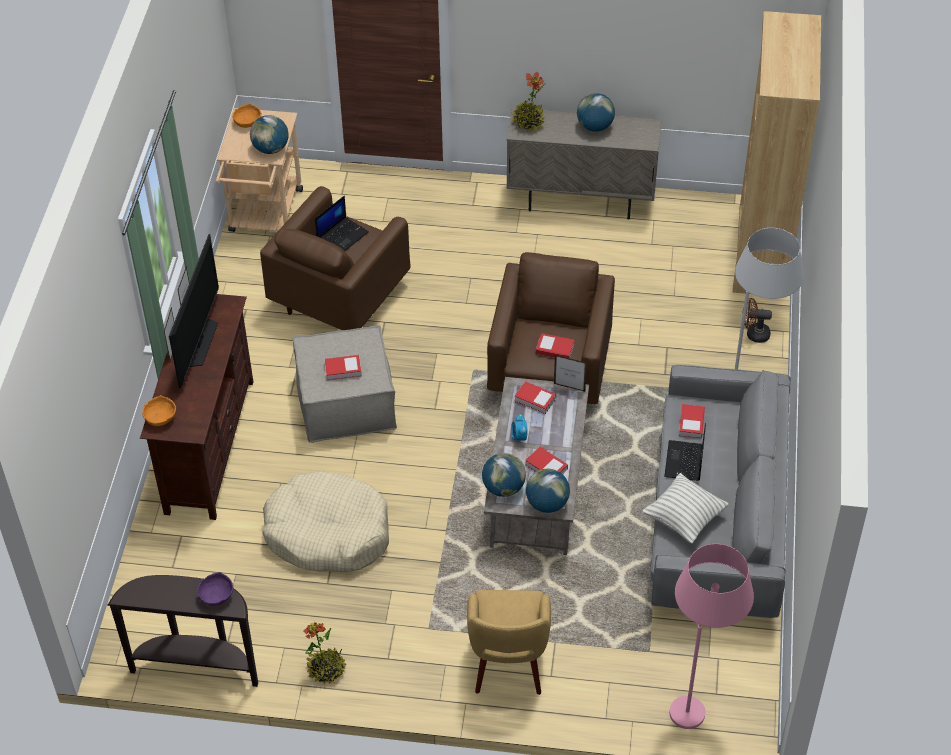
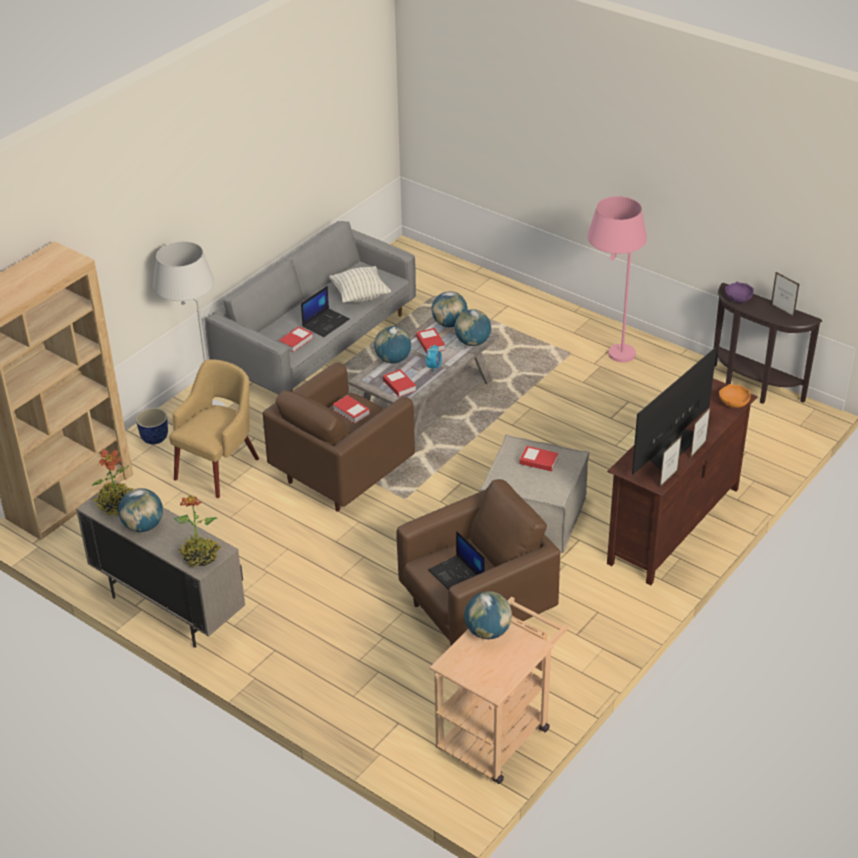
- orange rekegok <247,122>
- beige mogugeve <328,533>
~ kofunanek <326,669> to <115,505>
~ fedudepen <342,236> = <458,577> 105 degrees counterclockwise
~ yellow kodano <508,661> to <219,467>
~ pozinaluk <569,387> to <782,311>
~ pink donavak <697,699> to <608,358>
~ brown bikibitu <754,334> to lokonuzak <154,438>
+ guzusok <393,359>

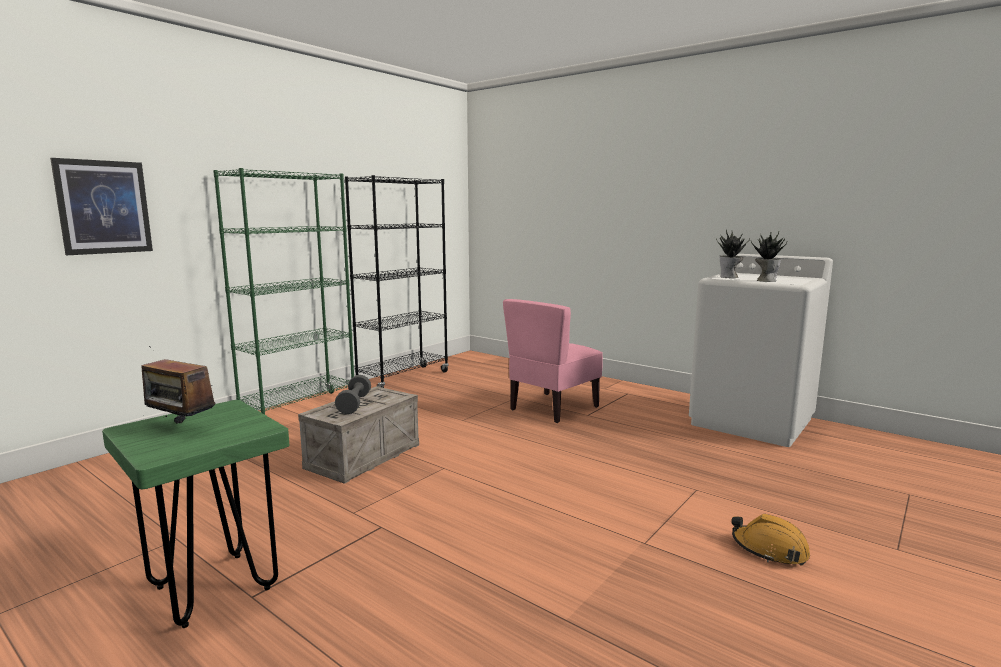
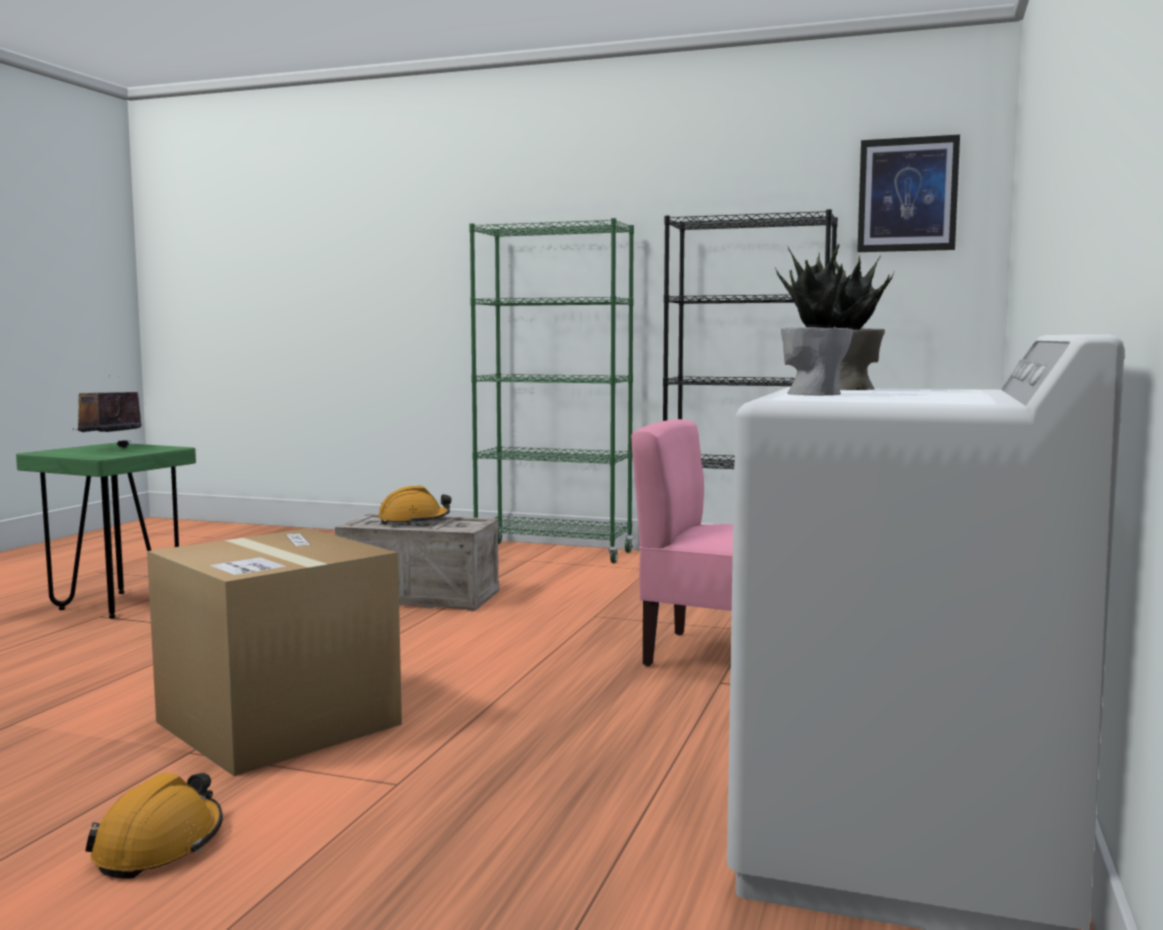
~ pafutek <104,207> to <907,195>
~ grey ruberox <354,404> to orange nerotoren <414,521>
+ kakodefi <278,723>

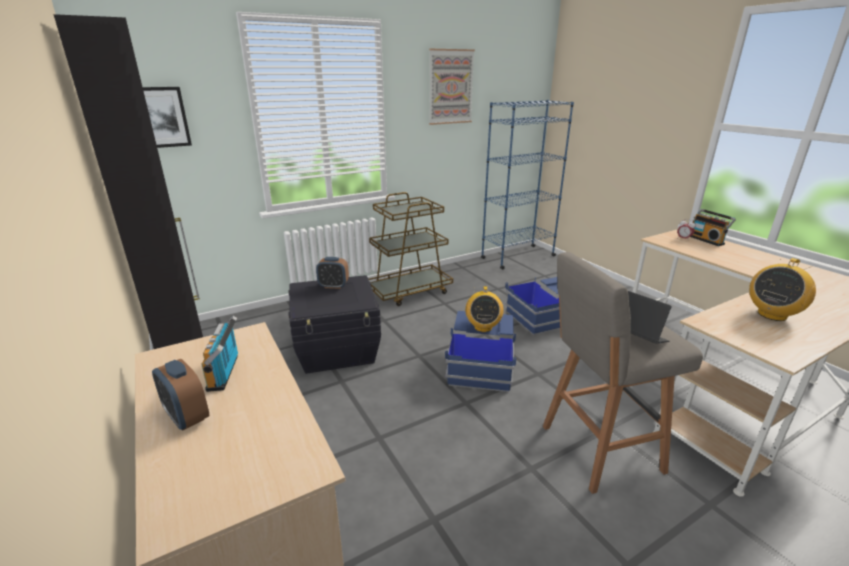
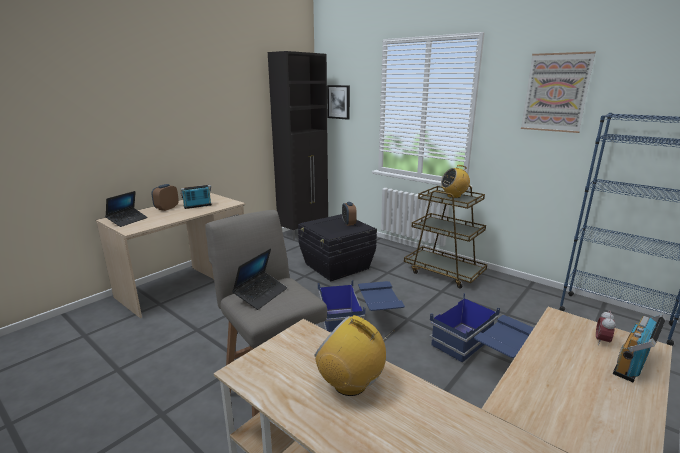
~ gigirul <483,327> to <454,196>
+ fedudepen <128,220>

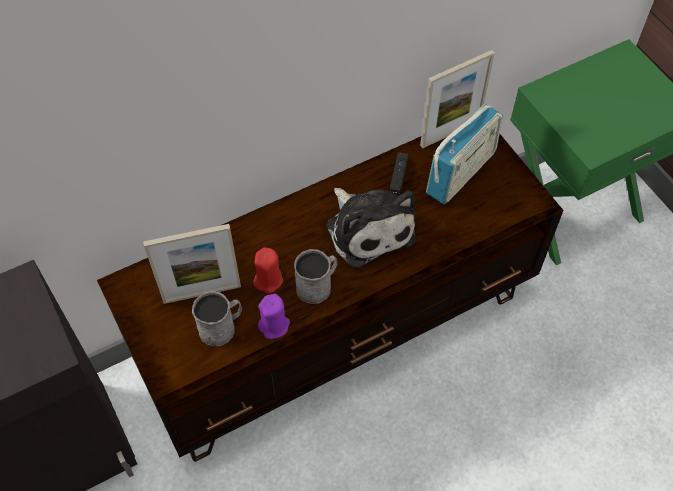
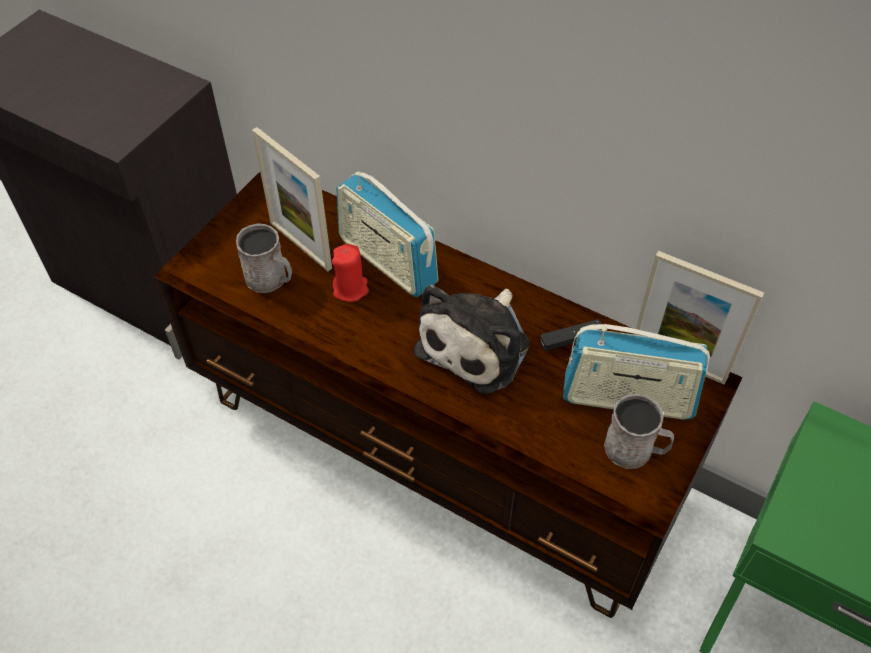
- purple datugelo <274,325>
~ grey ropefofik <317,285> to <635,450>
+ gigirul <387,261>

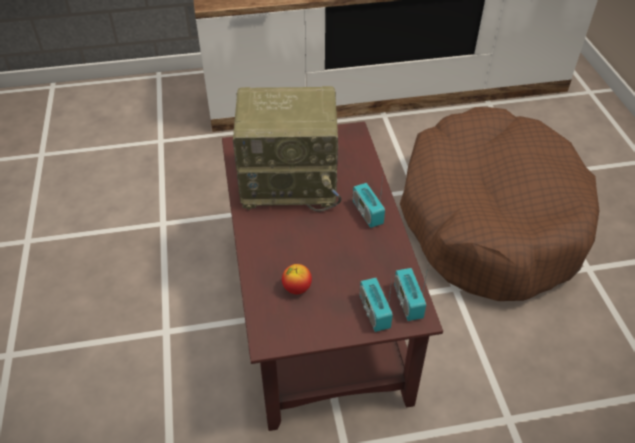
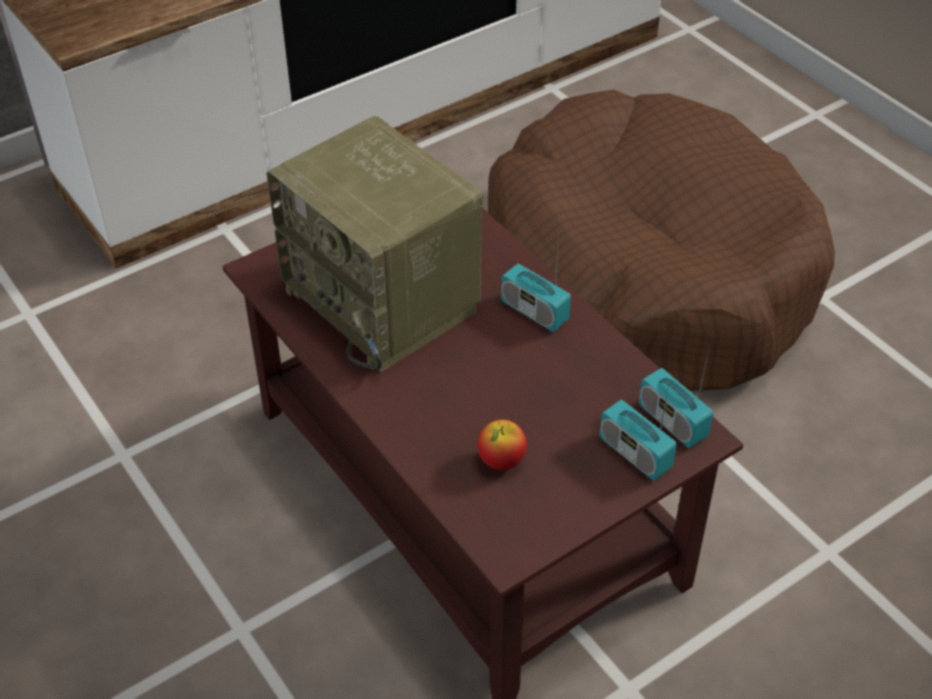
~ gigirul <291,181> = <385,300> 75 degrees clockwise

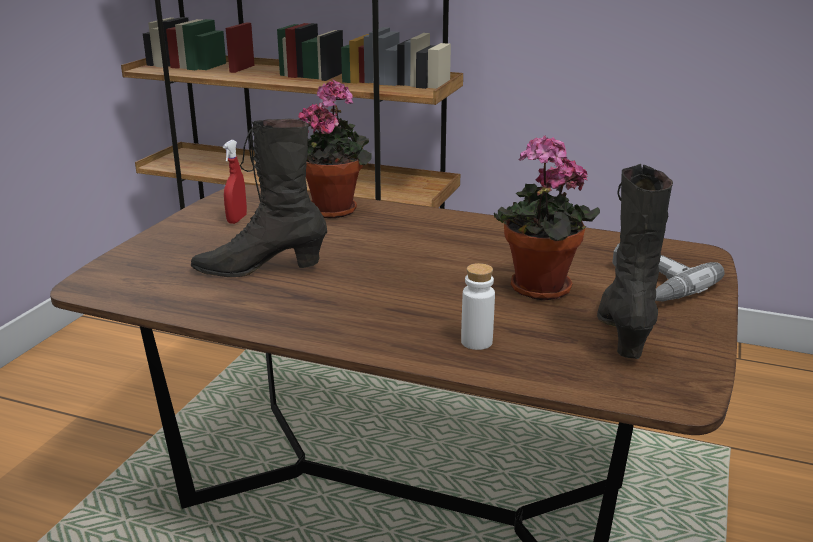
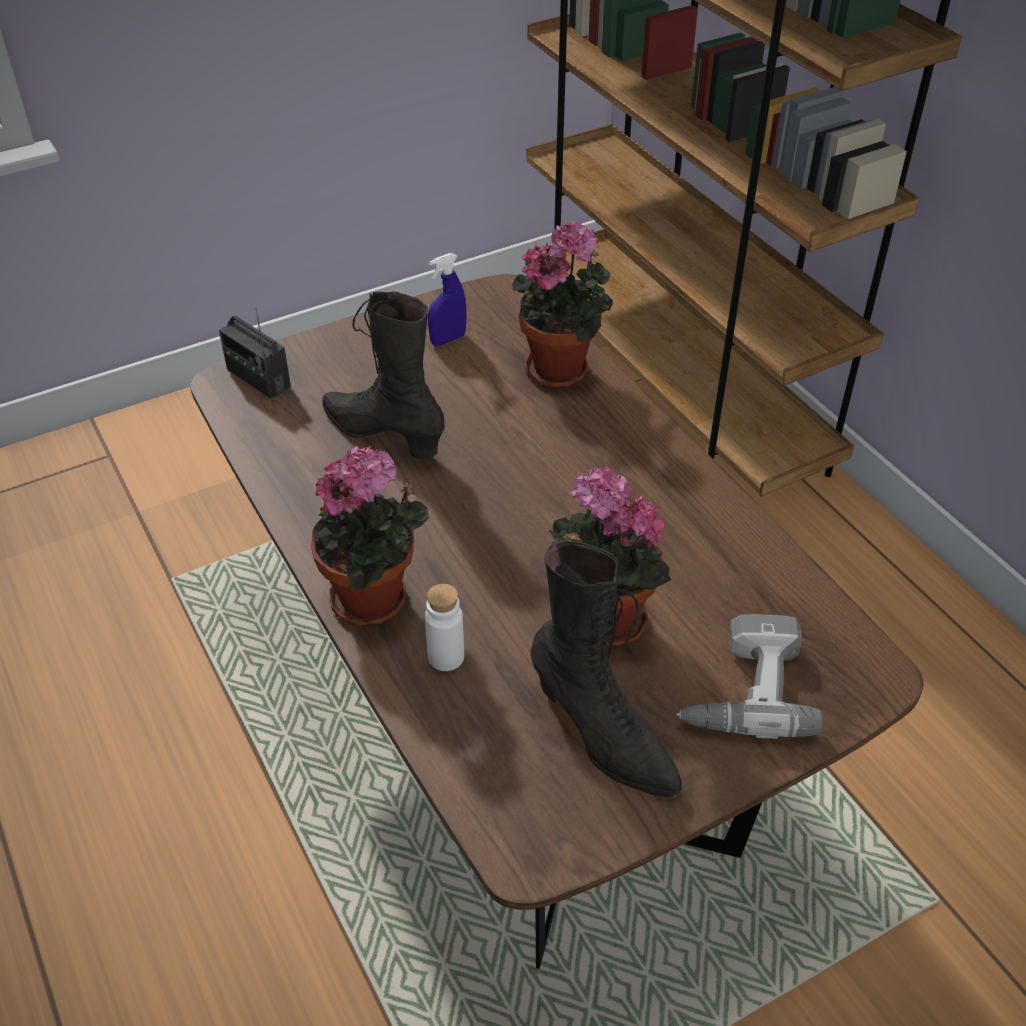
~ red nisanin <237,219> to blue nisanin <448,340>
~ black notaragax <624,332> = <602,736> 90 degrees clockwise
+ gigirul <258,378>
+ kofunanek <376,600>

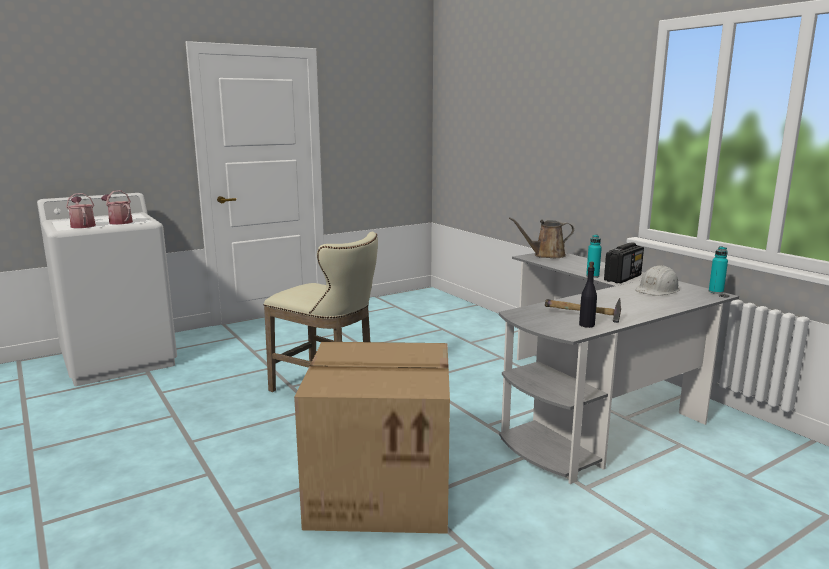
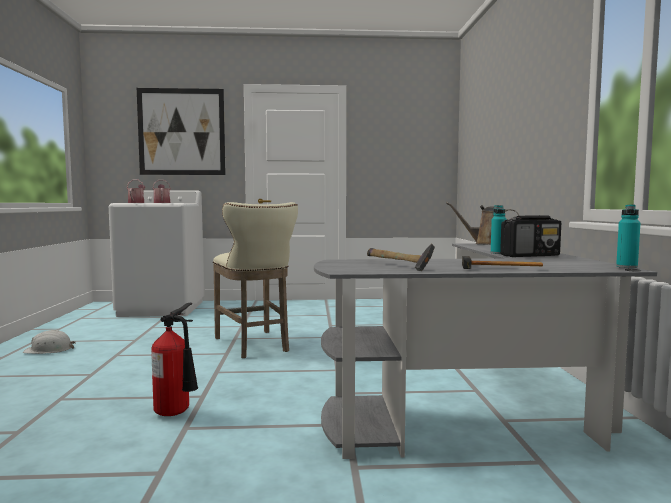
~ kakodefi <383,488> to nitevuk <177,413>
- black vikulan <586,325>
~ white nerotoren <657,290> to <49,350>
+ pafutek <181,132>
+ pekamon <501,268>

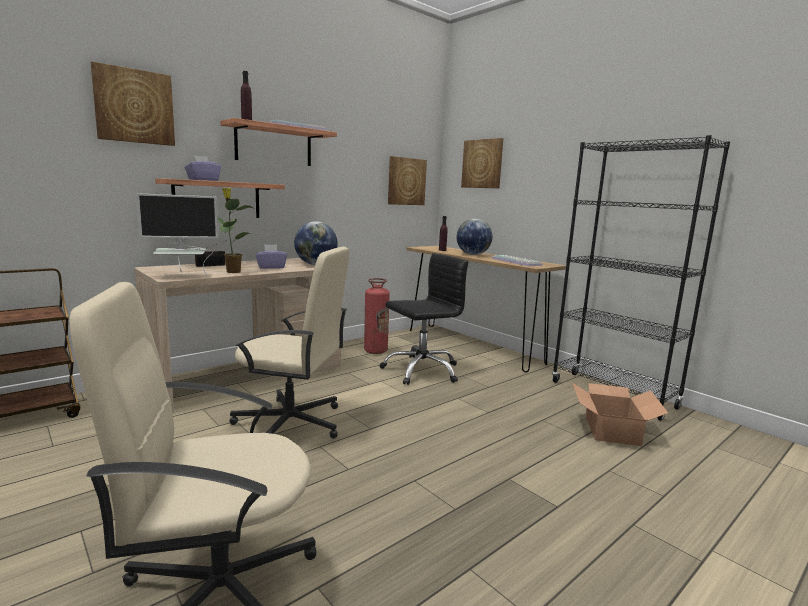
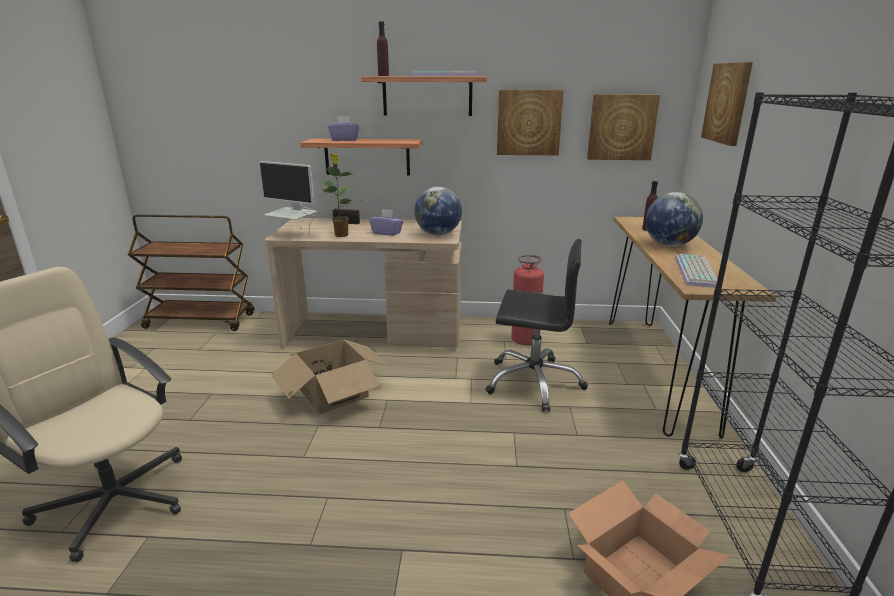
~ pafutek <134,106> to <529,122>
~ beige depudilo <291,423> to kakodefi <333,393>

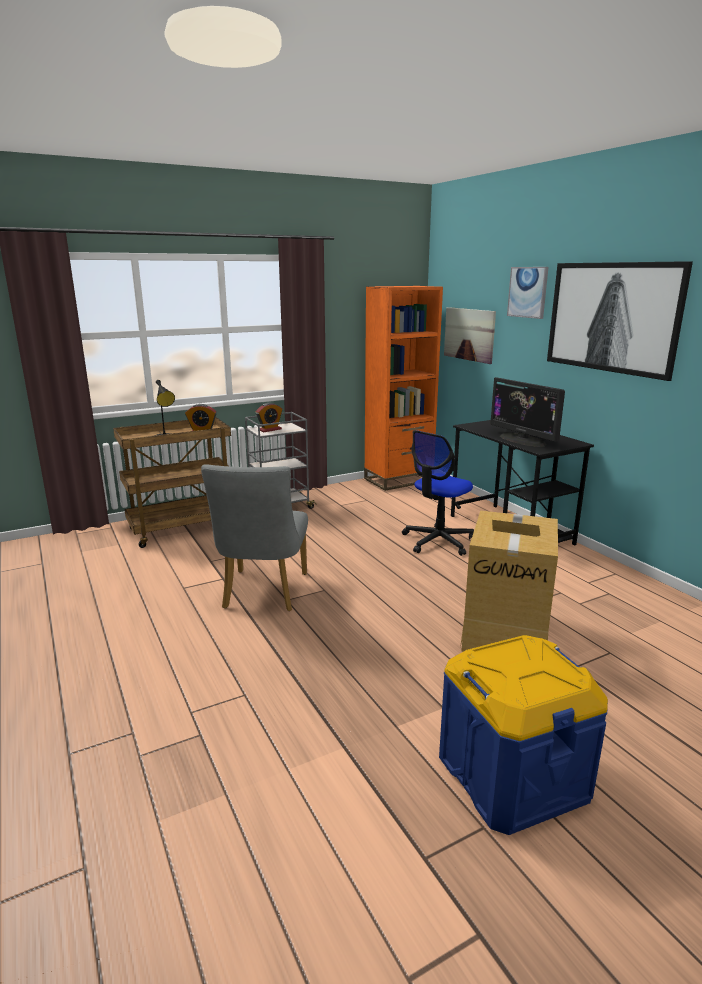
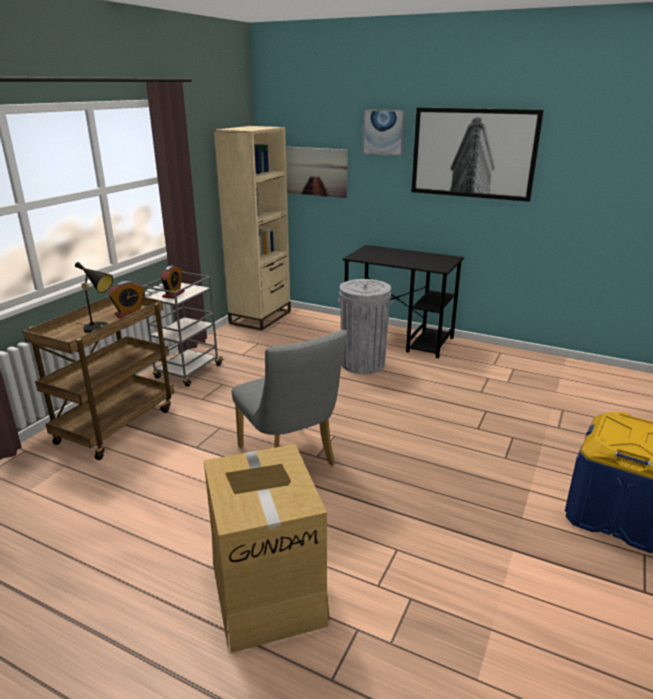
~ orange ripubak <398,480> to beige ripubak <260,317>
~ depudilo <438,541> to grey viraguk <362,364>
~ kakodefi <506,631> to <268,591>
- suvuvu <522,440>

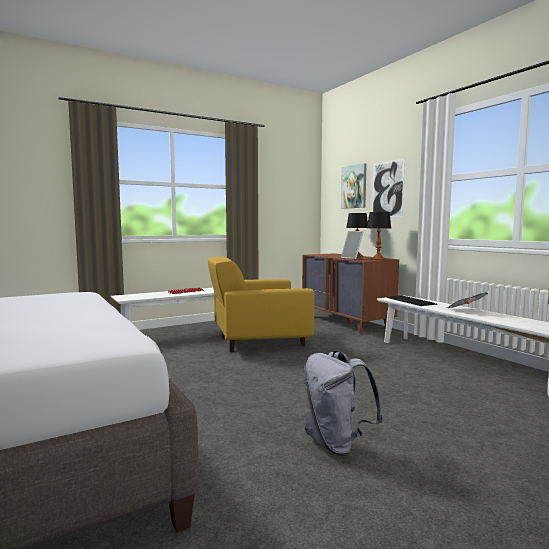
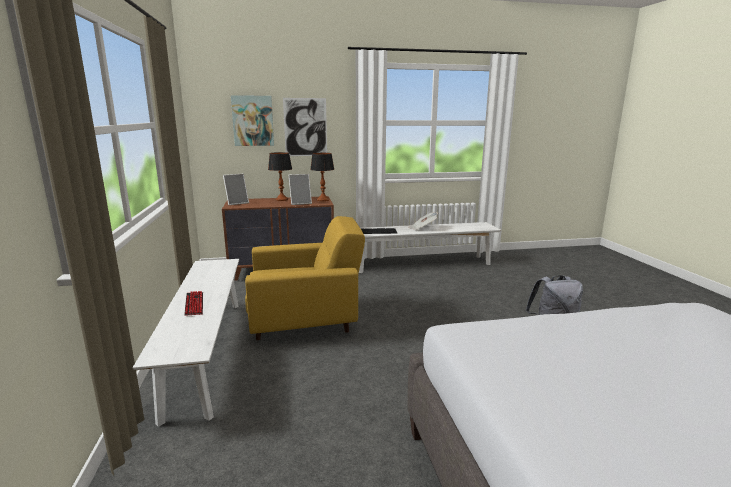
~ yellow kodano <258,341> = <306,321> 105 degrees counterclockwise
+ pozinaluk <237,203>

